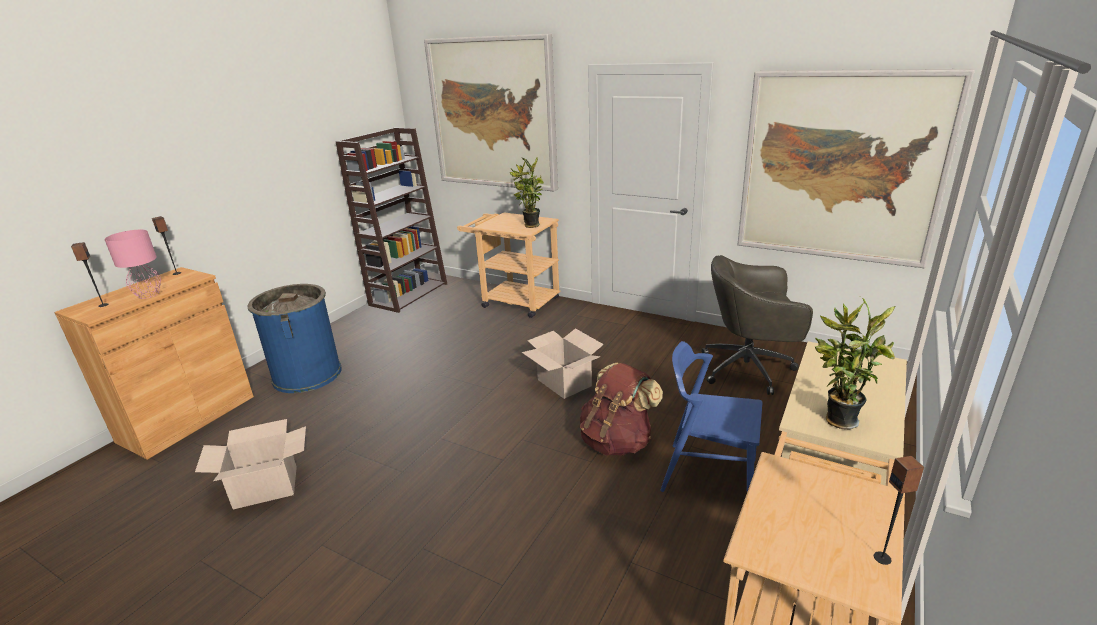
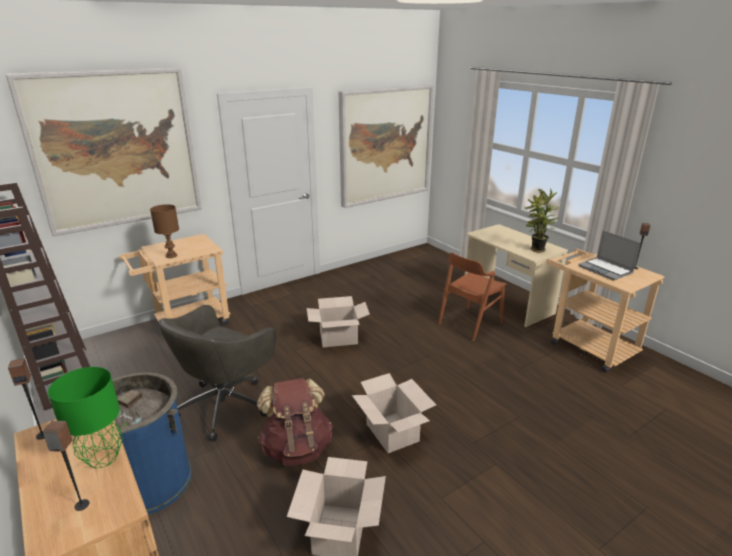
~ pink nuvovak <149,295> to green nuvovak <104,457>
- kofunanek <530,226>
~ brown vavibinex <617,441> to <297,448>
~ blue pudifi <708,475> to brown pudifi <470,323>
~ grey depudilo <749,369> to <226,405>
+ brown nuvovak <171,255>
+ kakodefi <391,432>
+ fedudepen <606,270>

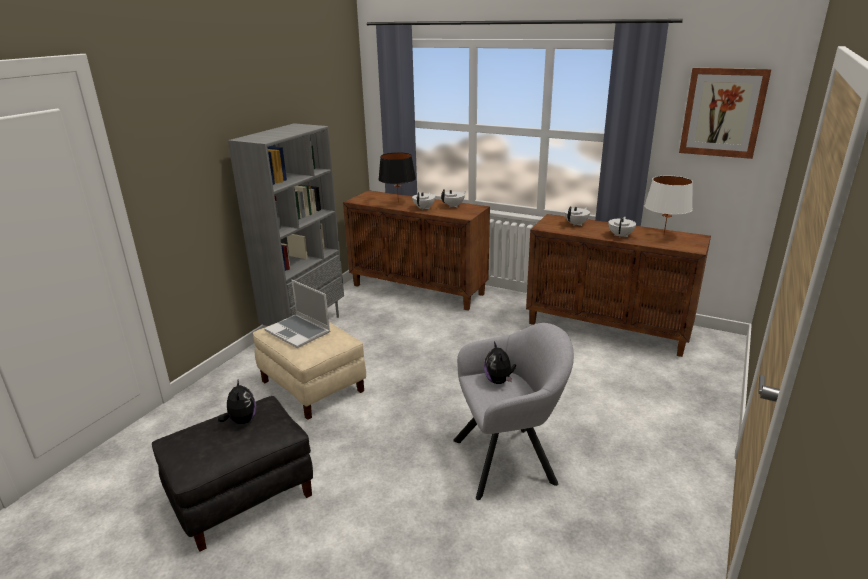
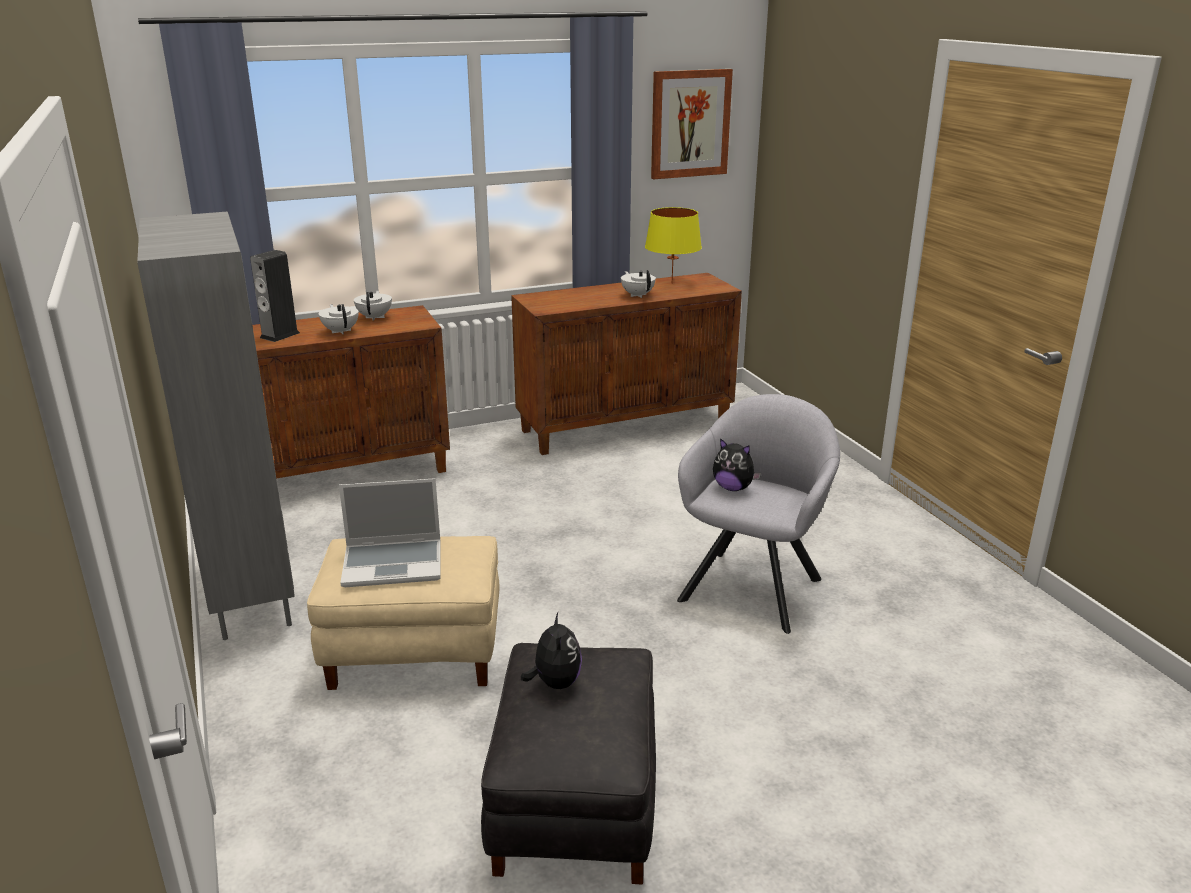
~ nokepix <241,421> = <555,682> 60 degrees clockwise
~ black nuvovak <398,202> to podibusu <280,335>
- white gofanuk <576,224>
~ white nuvovak <663,235> to yellow nuvovak <671,283>

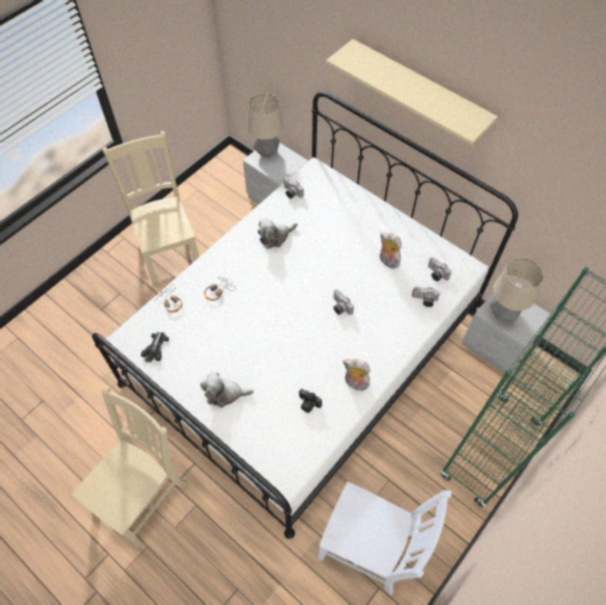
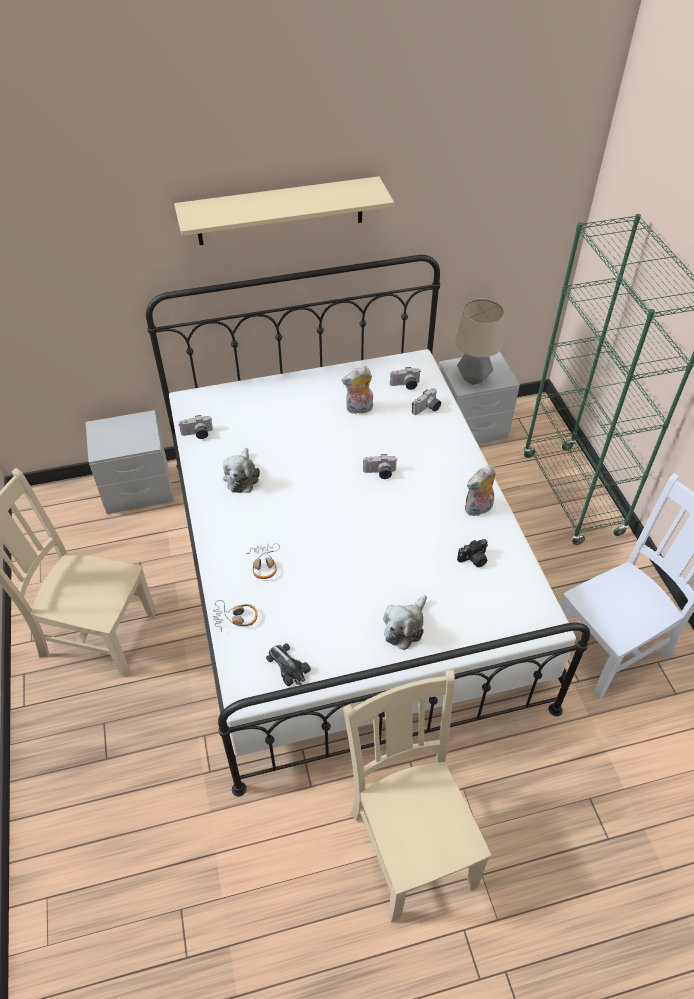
- nuvovak <266,152>

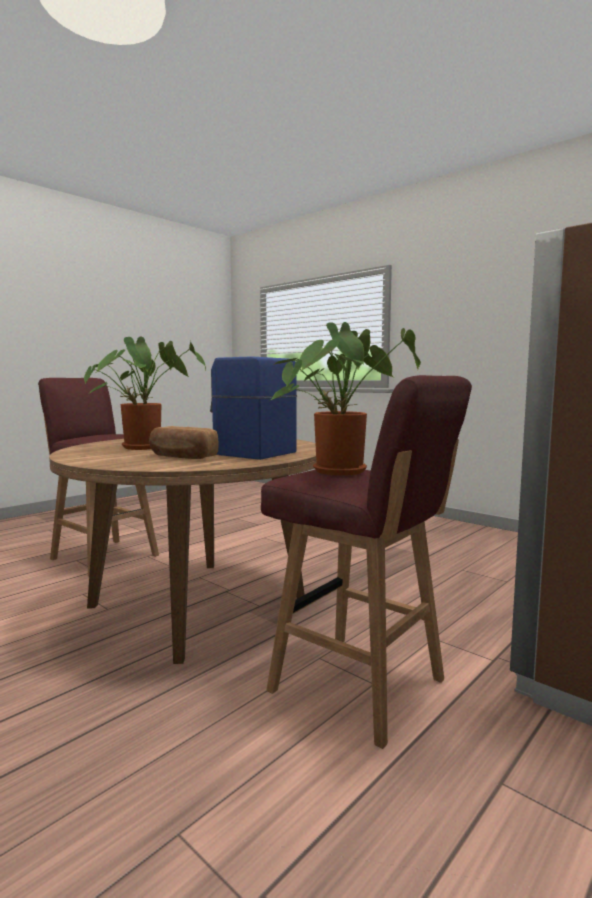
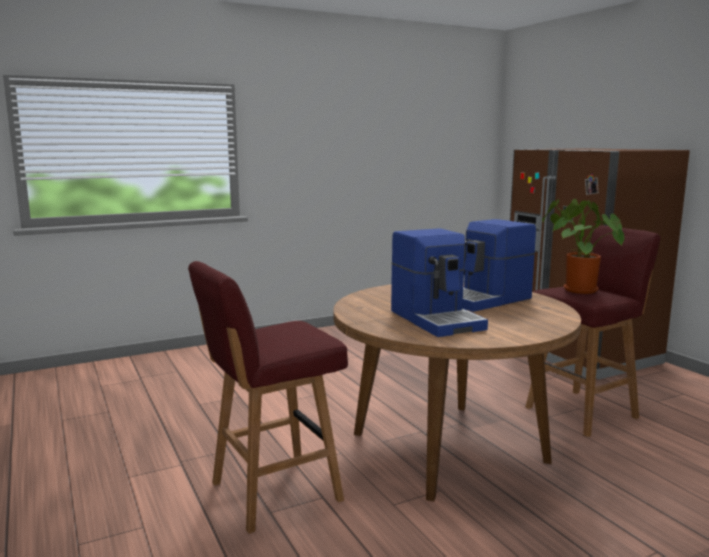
~ kofunanek <146,447> to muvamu <437,319>
- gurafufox <182,456>

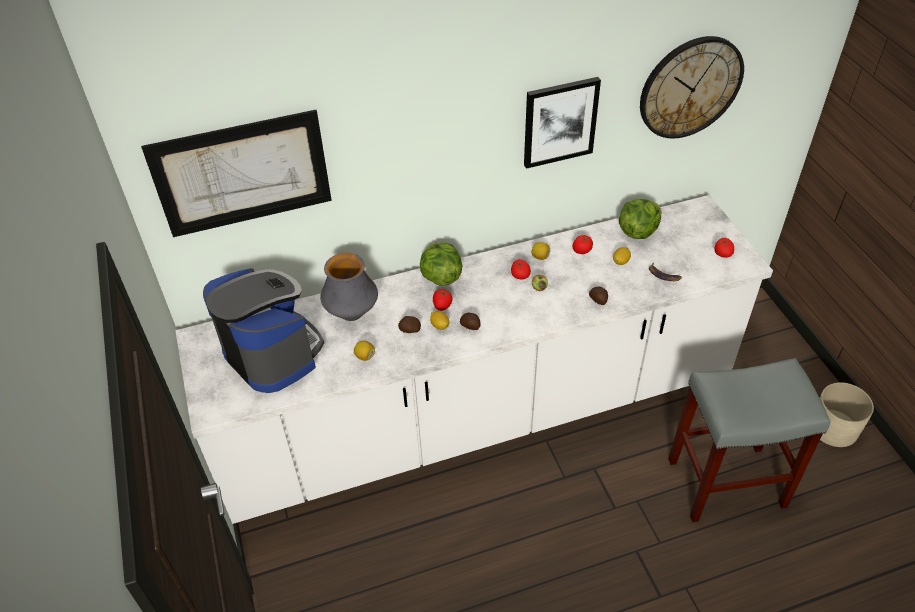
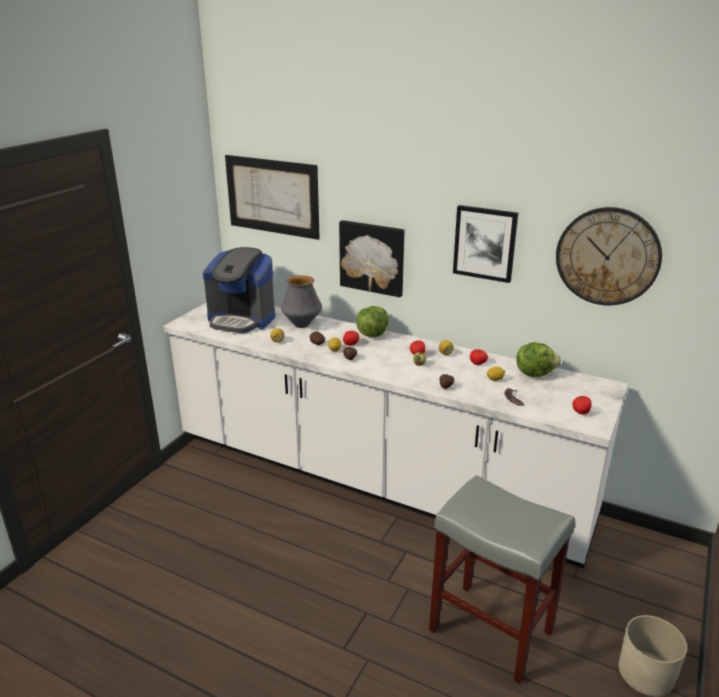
~ muvamu <273,353> = <241,319> 105 degrees clockwise
+ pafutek <372,257>

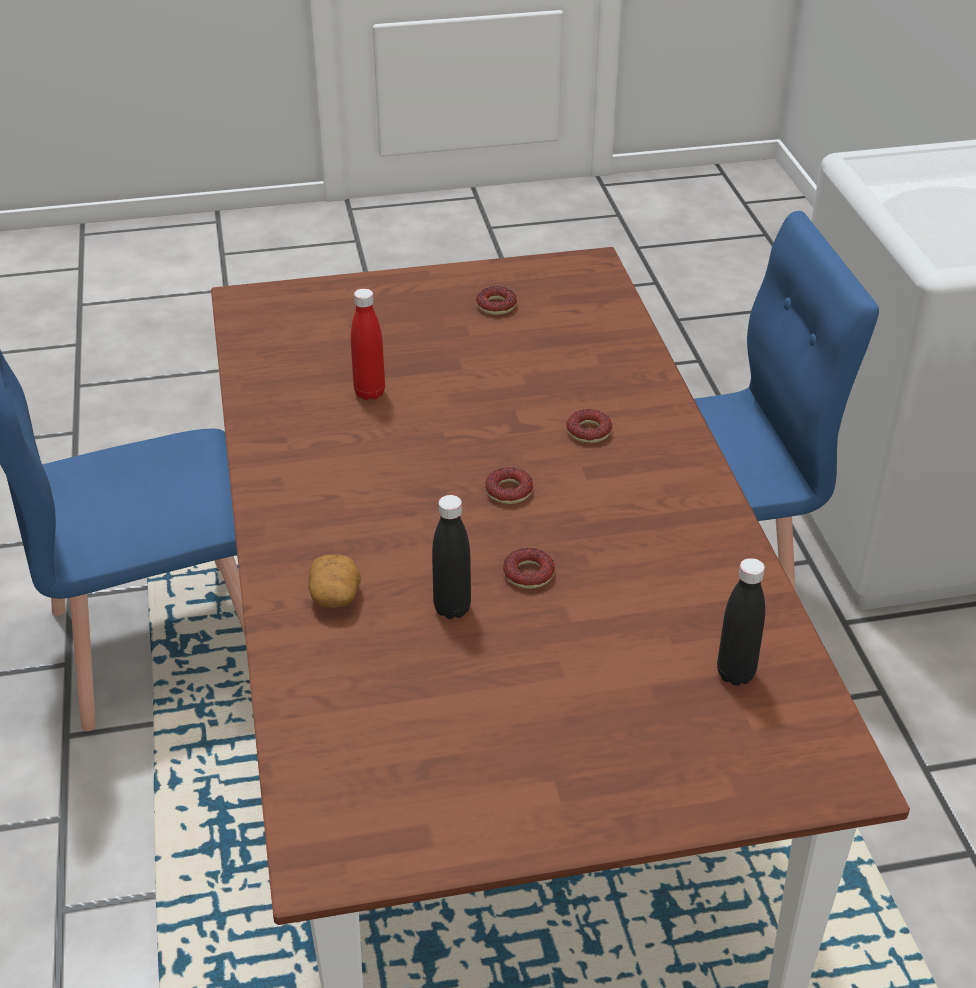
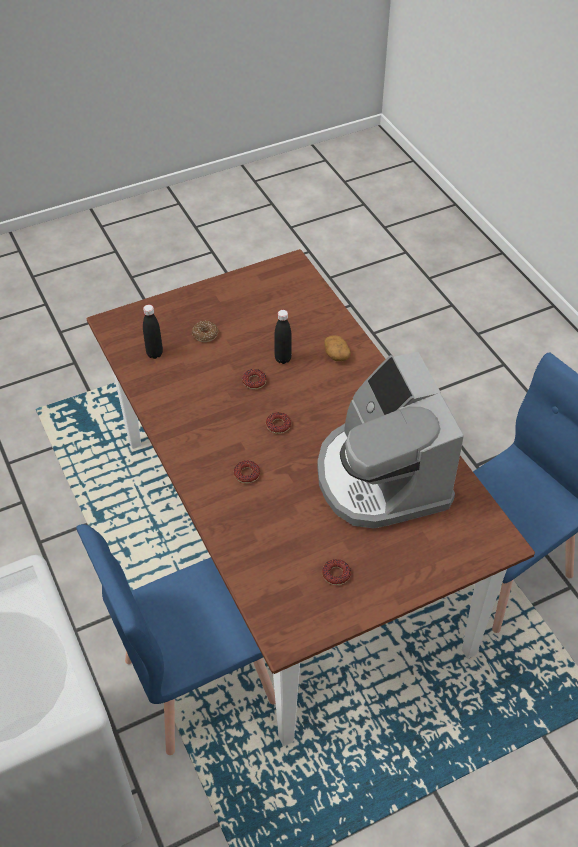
~ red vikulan <369,393> to muvamu <381,477>
+ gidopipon <205,335>

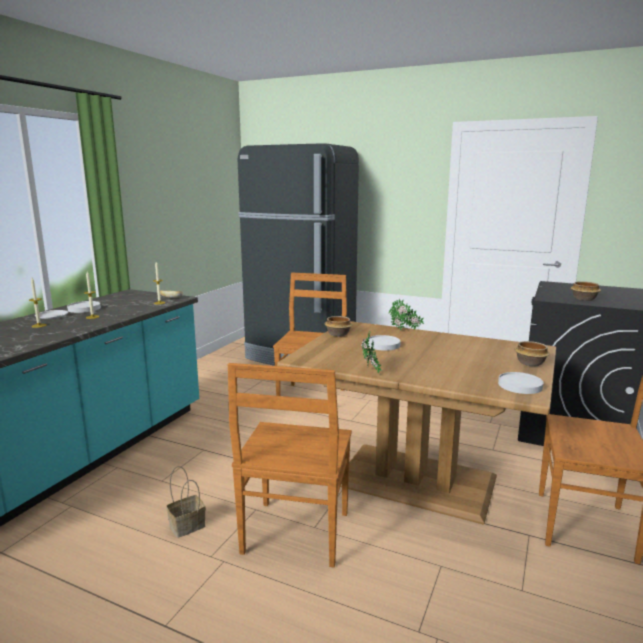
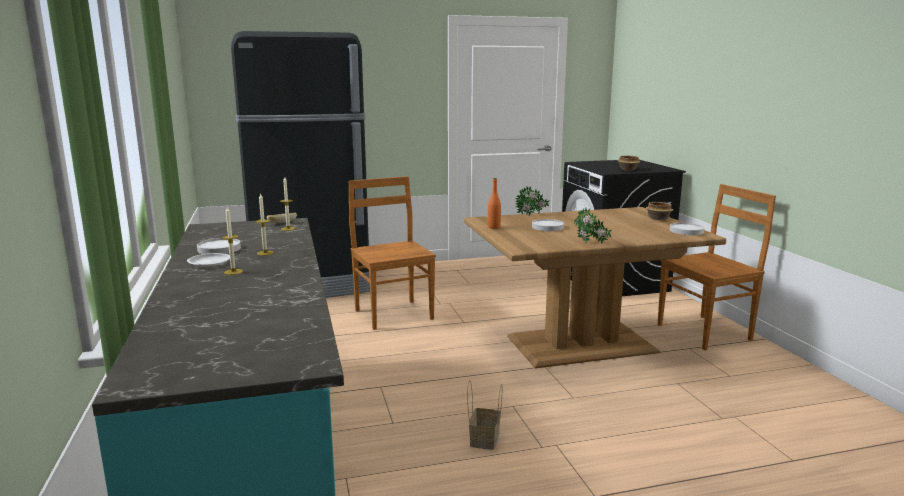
- brown pudifi <295,535>
~ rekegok <337,334> to orange vikulan <494,227>

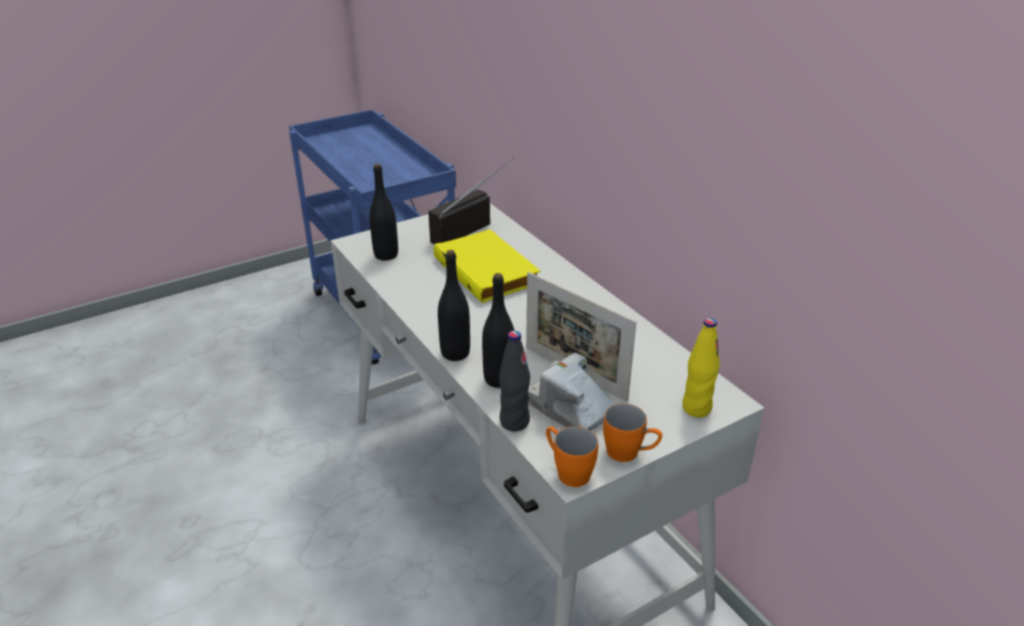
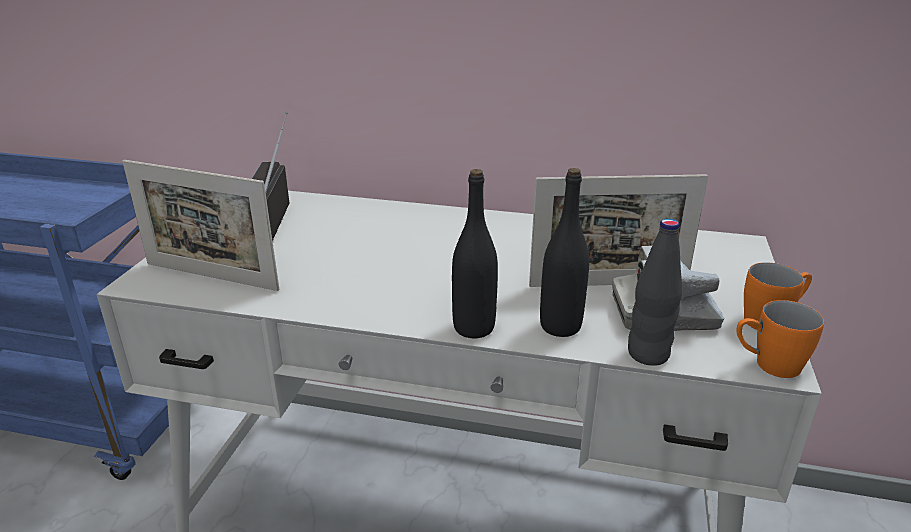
~ black vikulan <386,255> to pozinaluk <211,276>
- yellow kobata <488,270>
- yellow vikulan <696,408>

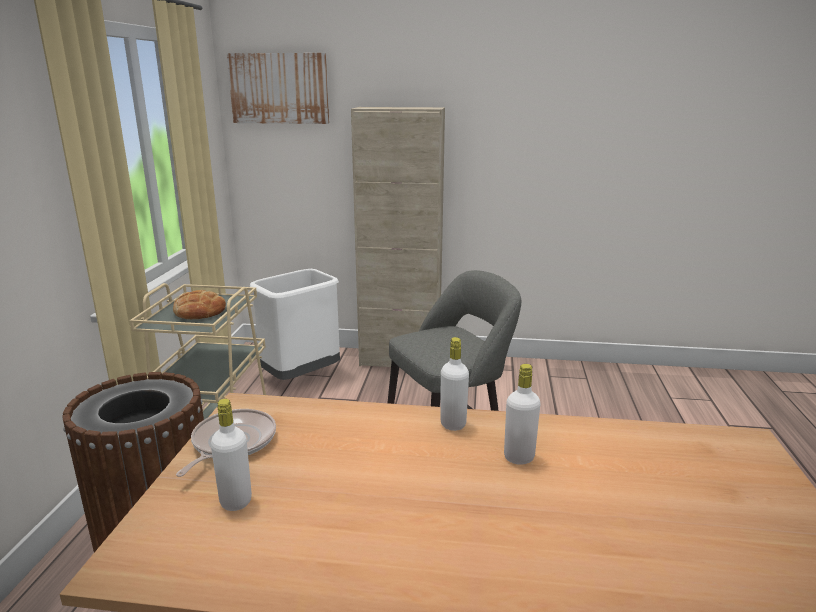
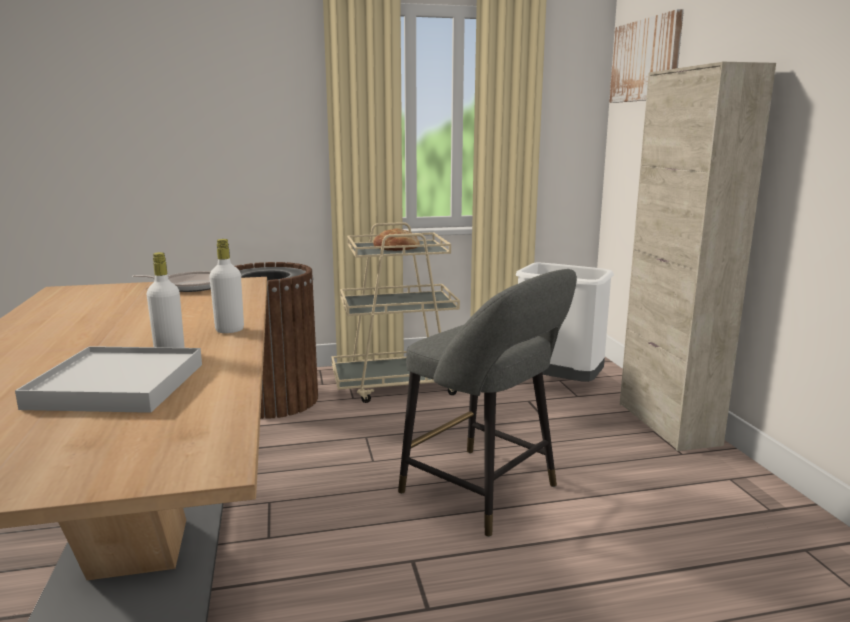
- white vikulan <236,501>
+ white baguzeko <118,385>

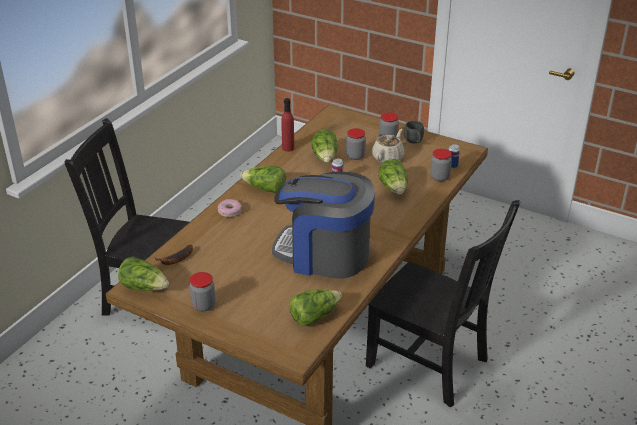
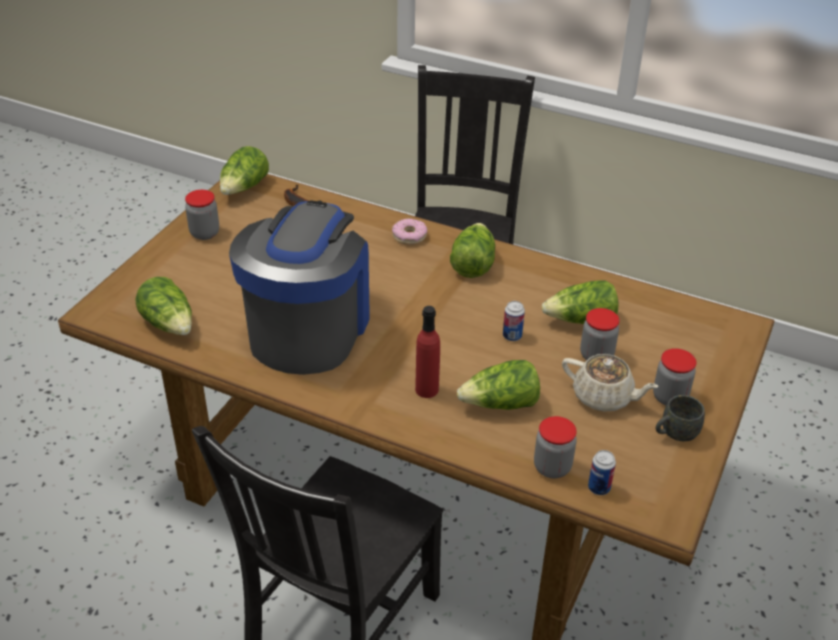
~ red vikulan <288,148> to <427,389>

